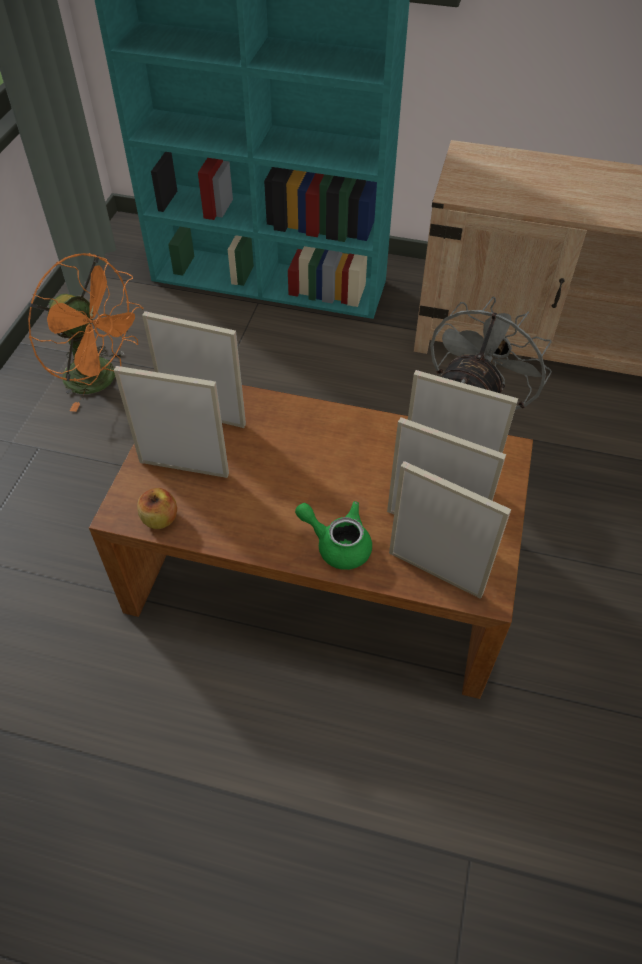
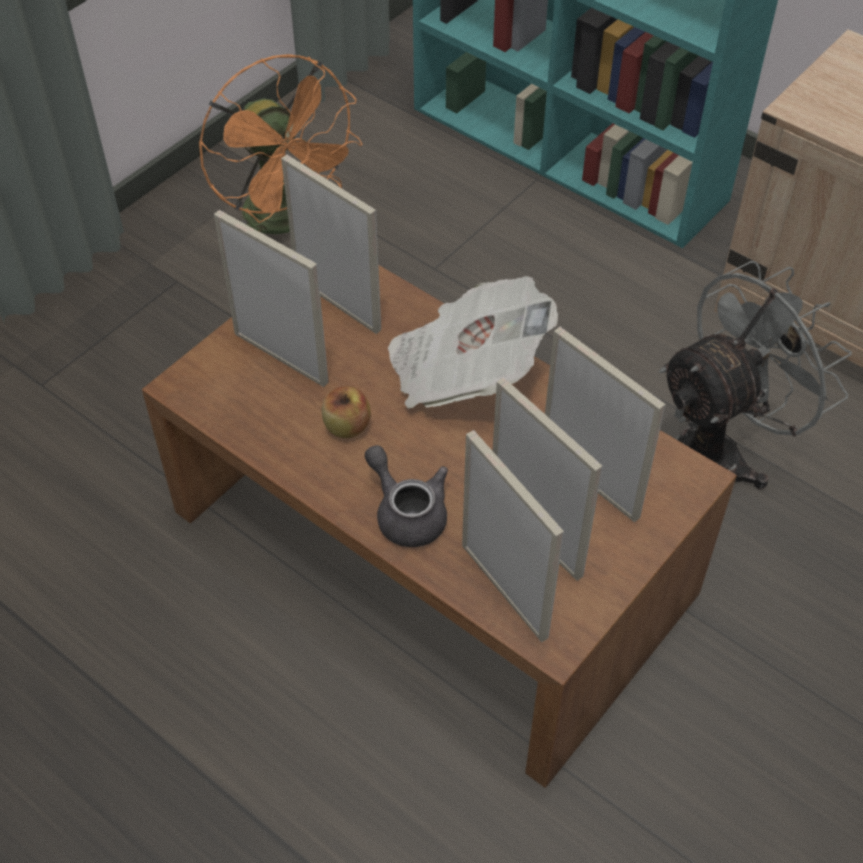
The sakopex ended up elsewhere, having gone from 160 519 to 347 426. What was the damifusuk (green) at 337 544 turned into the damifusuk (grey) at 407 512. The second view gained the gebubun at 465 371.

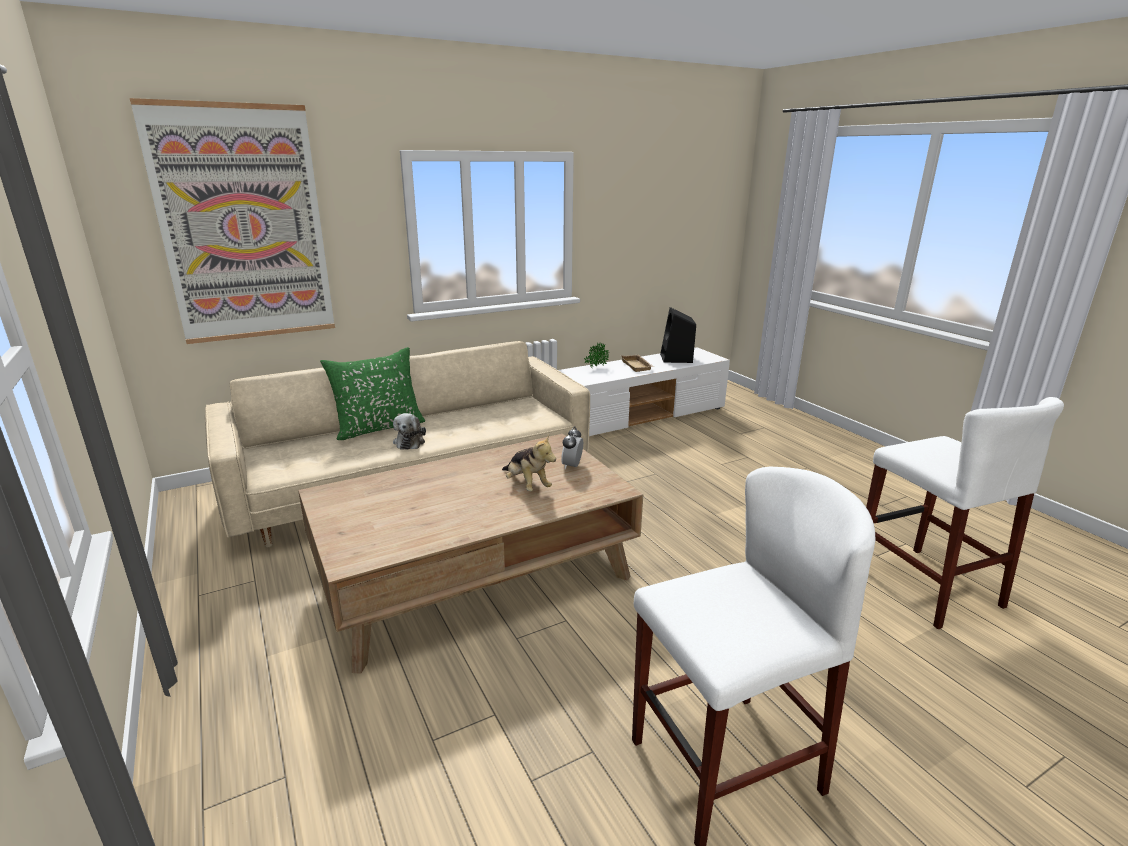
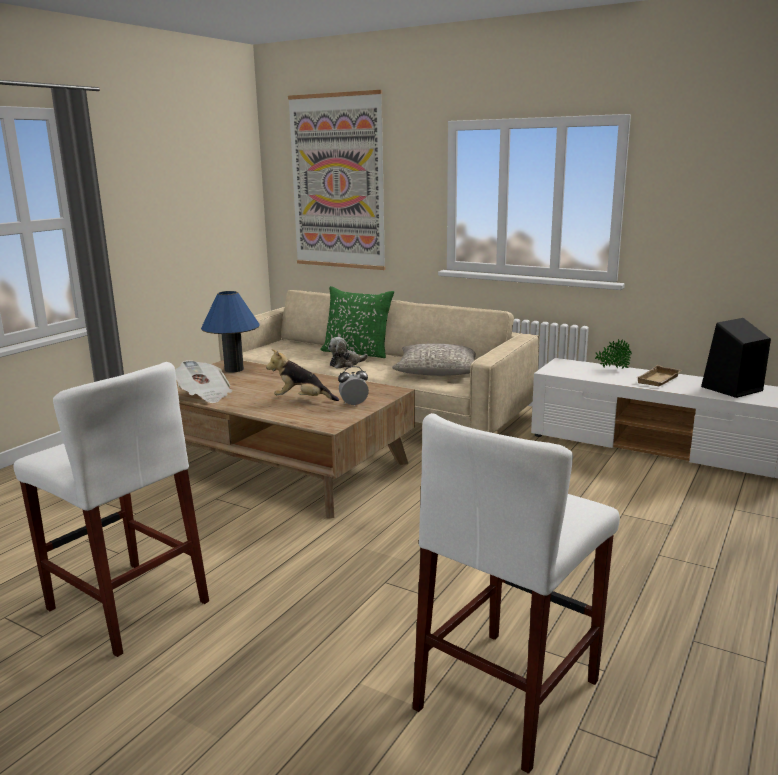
The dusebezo at 527 485 ended up facing another way, 75 degrees clockwise from before. The second view gained the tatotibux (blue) at 234 369. The second view gained the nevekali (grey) at 438 371. The second view gained the gebubun at 204 395.

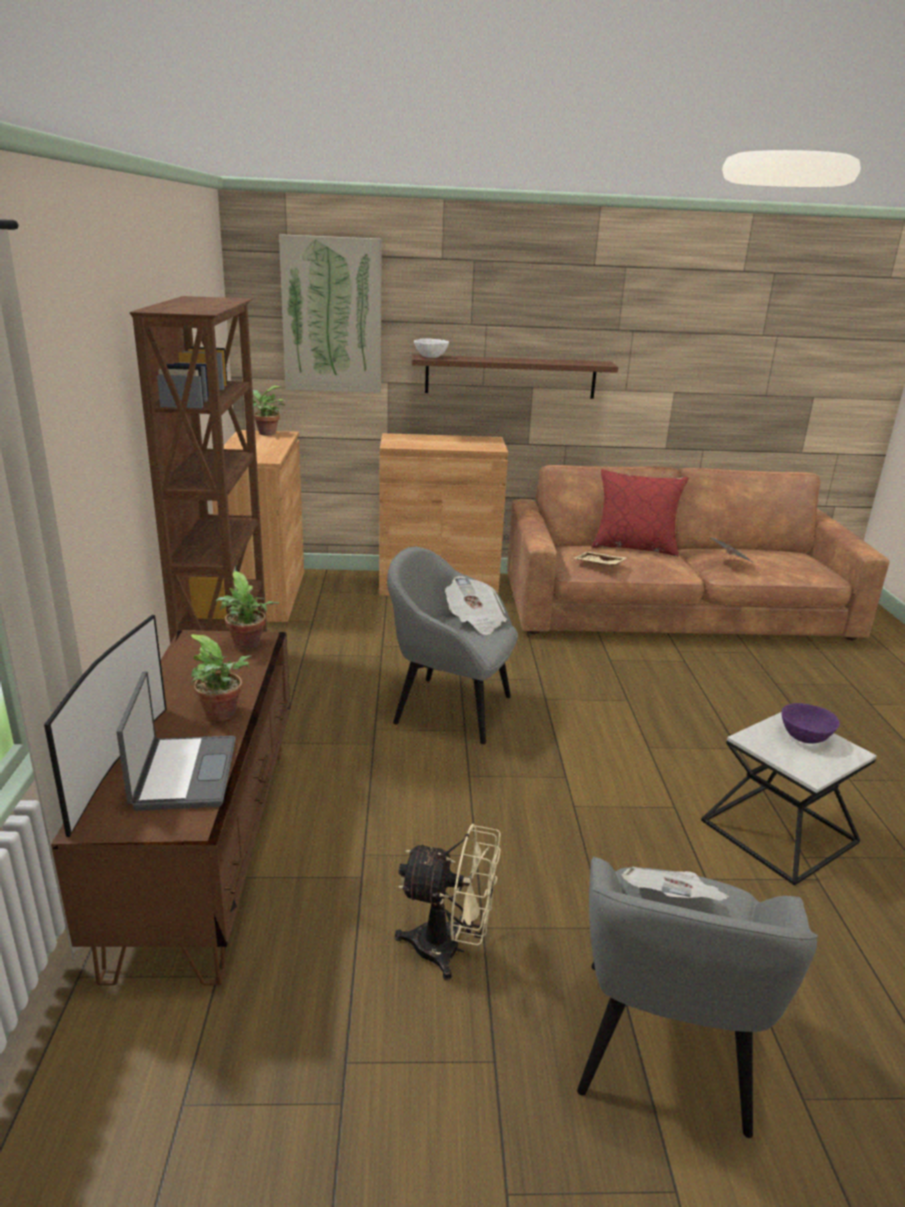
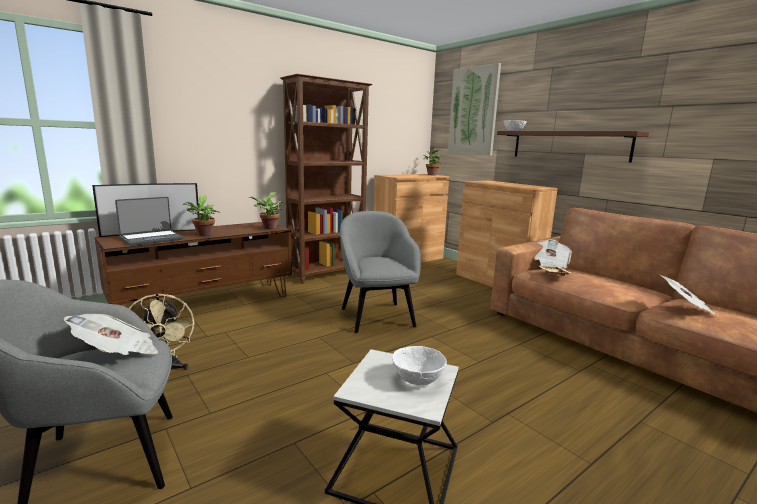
The second view lost the nevekali (red) at 634 547. The gebubun ended up elsewhere, having gone from 475 621 to 550 265. What was the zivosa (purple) at 804 737 turned into the zivosa (white) at 417 379.

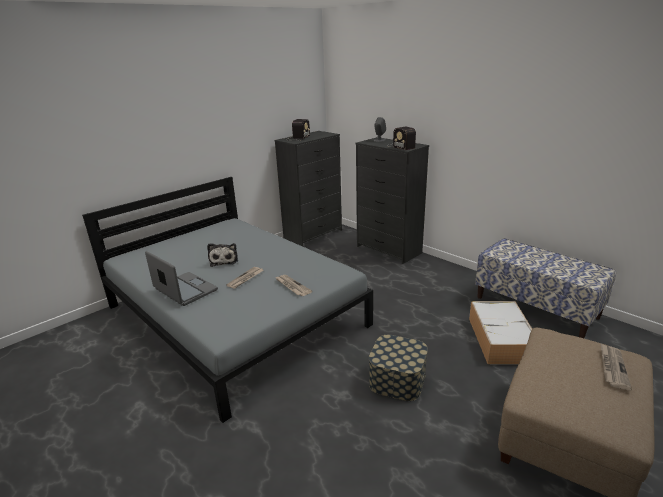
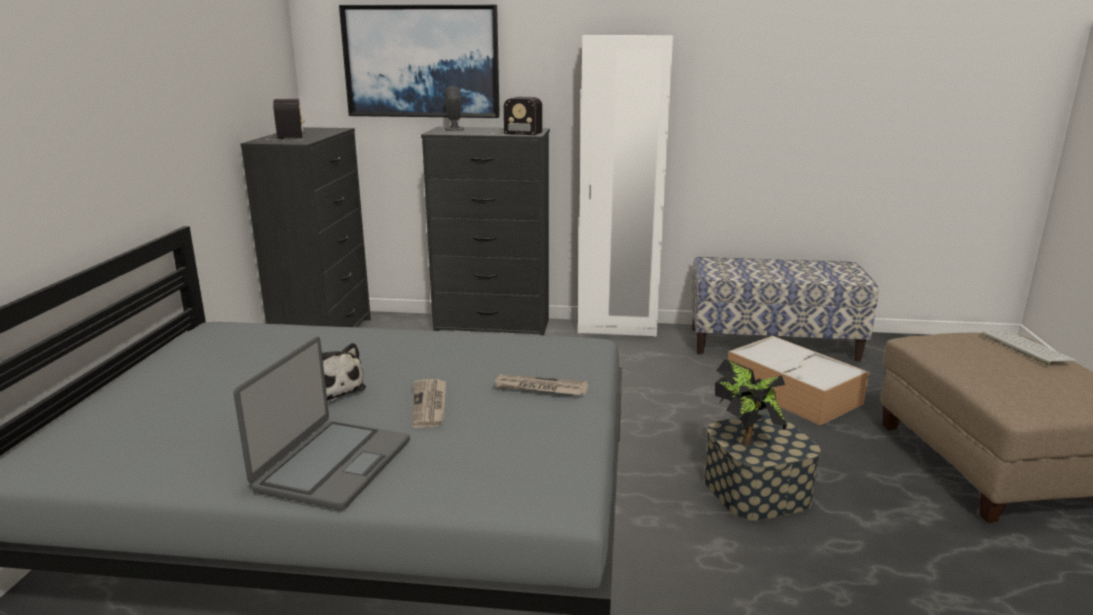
The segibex at 185 290 ended up facing another way, 105 degrees clockwise from before. Where the gebubun stood at 612 367, the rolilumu came to stand at 1025 347. The second view gained the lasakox at 422 61. The second view gained the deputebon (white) at 617 329. The second view gained the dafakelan at 747 438.

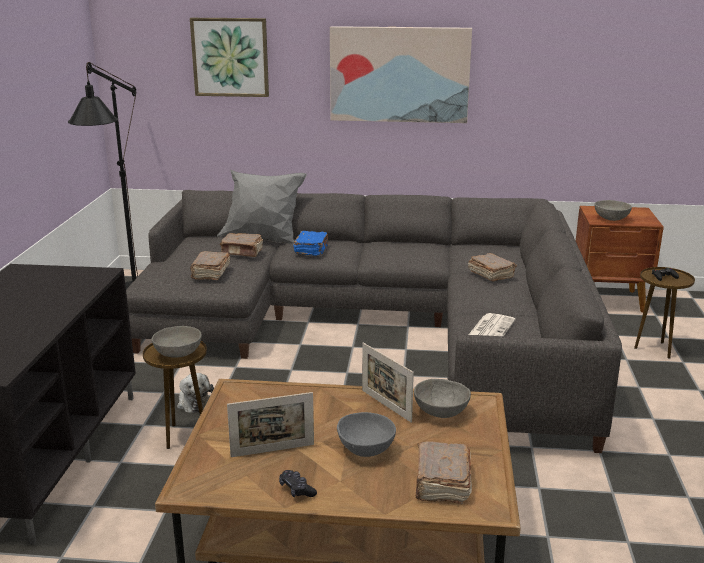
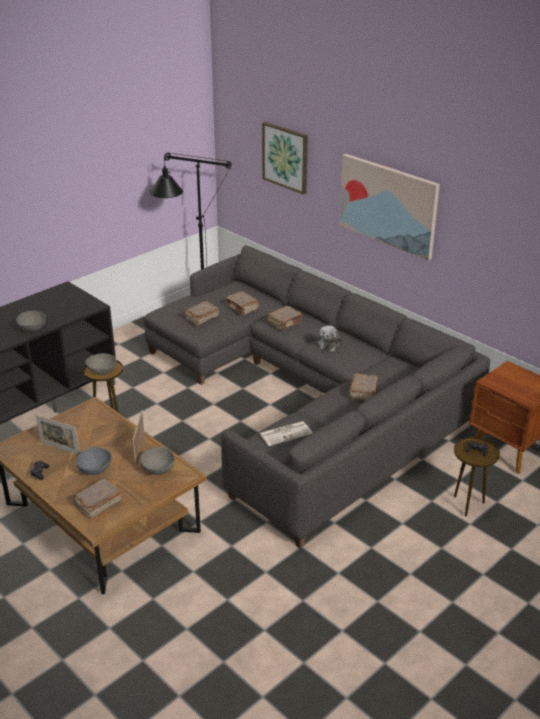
The second view lost the nevekali (grey) at 263 240. The zivosa (grey) ended up elsewhere, having gone from 611 219 to 32 329. What was the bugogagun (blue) at 311 250 turned into the bugogagun (brown) at 285 323. The dusebezo ended up elsewhere, having gone from 193 402 to 329 344.

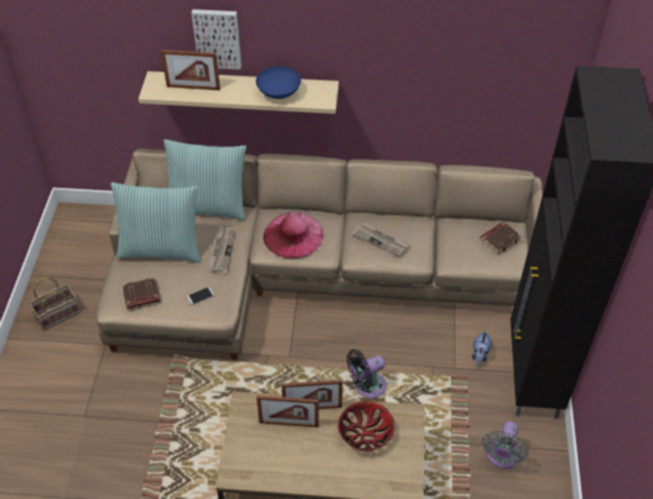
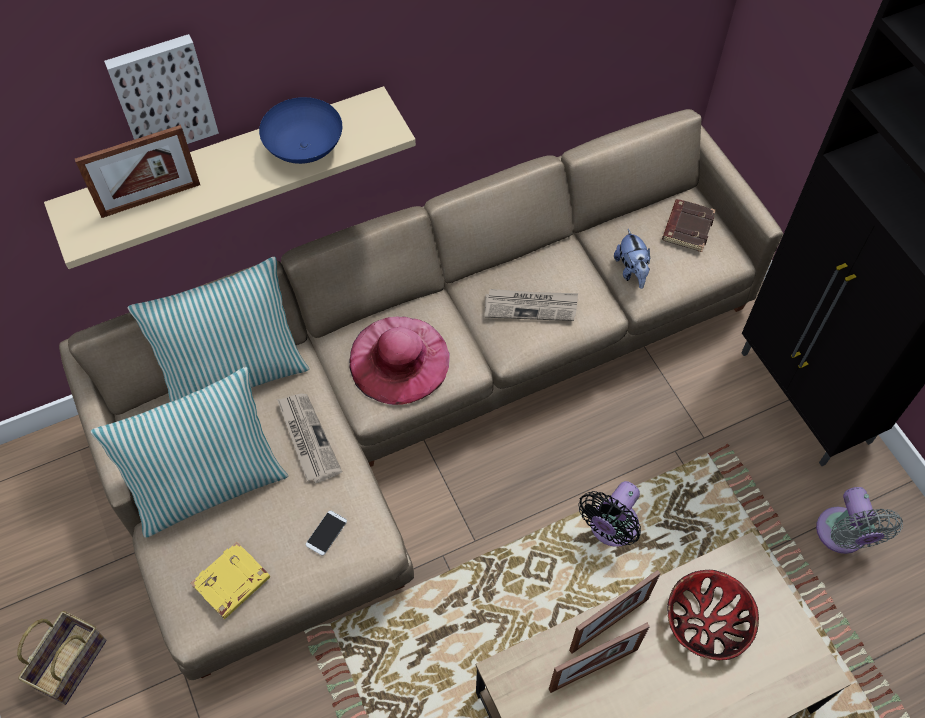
What was the bugogagun (brown) at 141 296 turned into the bugogagun (yellow) at 232 583. The dusebezo ended up elsewhere, having gone from 479 355 to 632 271.

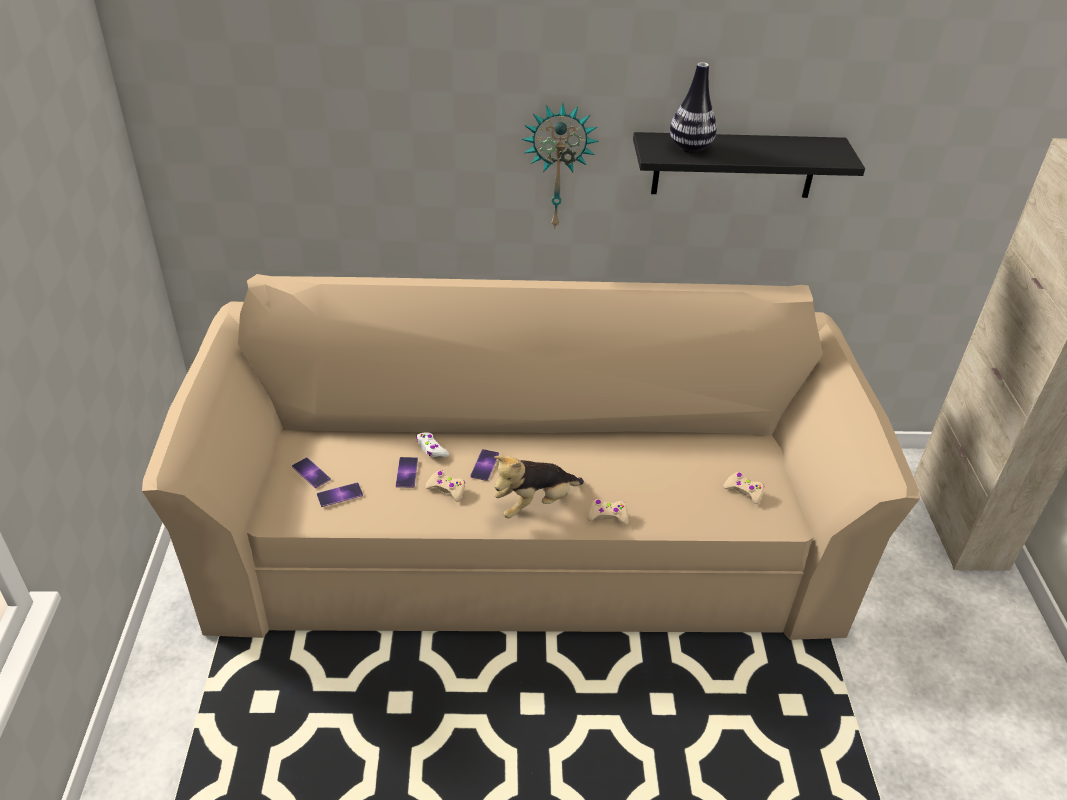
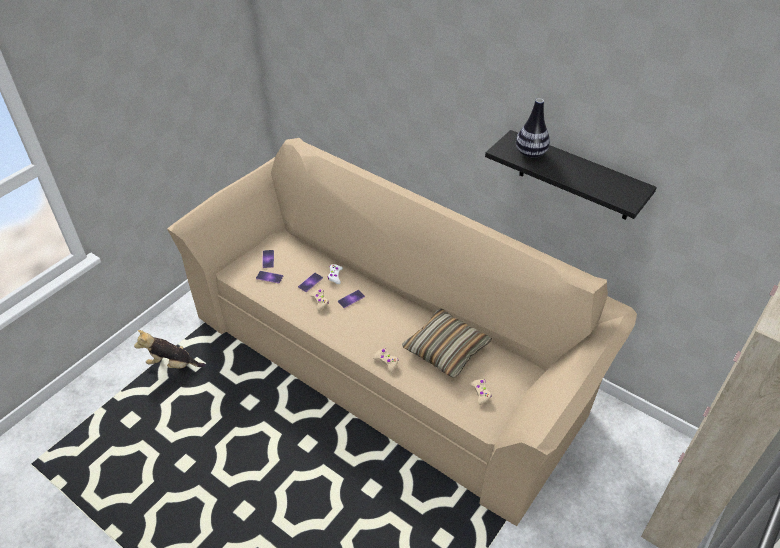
The second view lost the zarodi at 558 166. The dusebezo ended up elsewhere, having gone from 535 503 to 173 364. The second view gained the nevekali at 446 349.

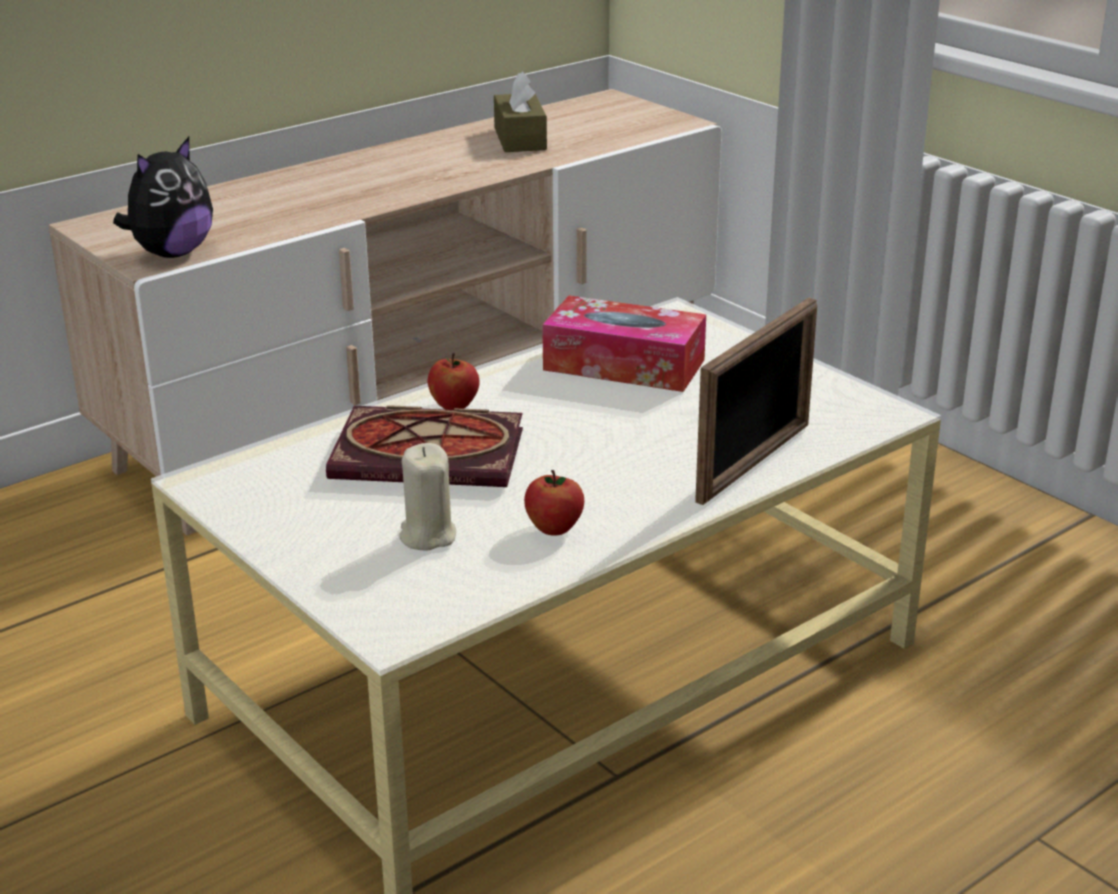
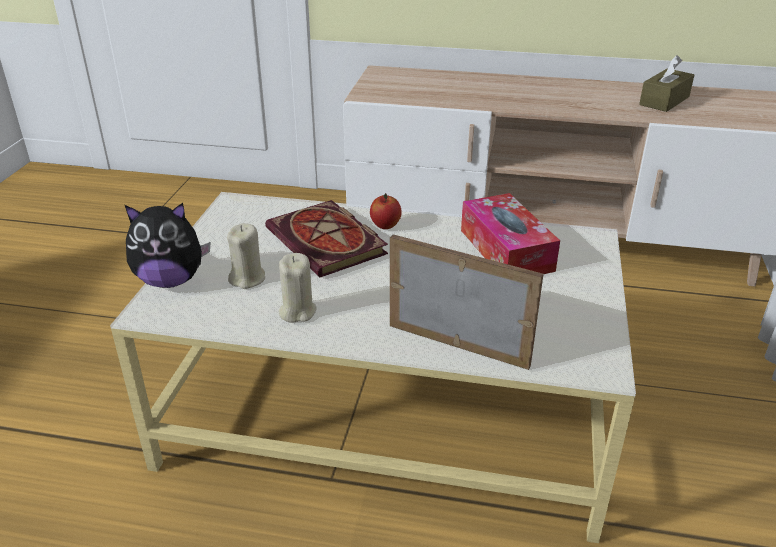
The dusebezo ended up elsewhere, having gone from 171 253 to 171 280. The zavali at 754 463 ended up facing another way, 150 degrees counterclockwise from before. Where the sakopex stood at 554 529, the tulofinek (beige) came to stand at 297 311.

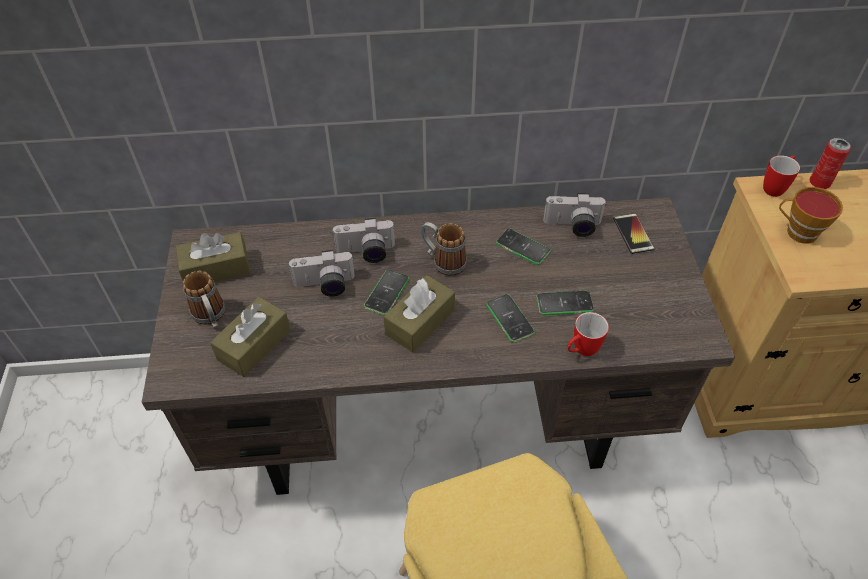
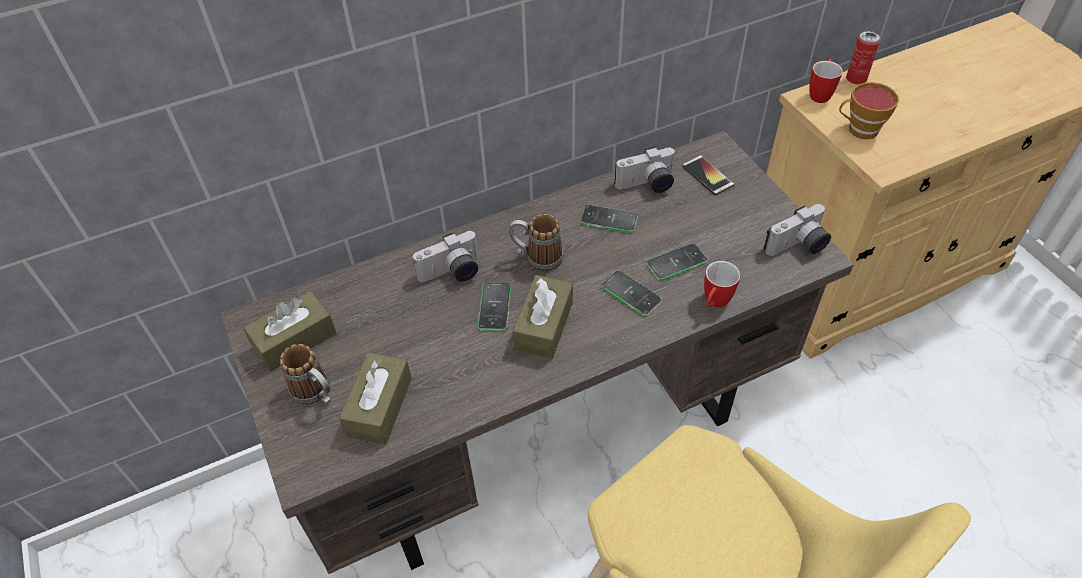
The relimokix ended up elsewhere, having gone from 325 286 to 798 246.

